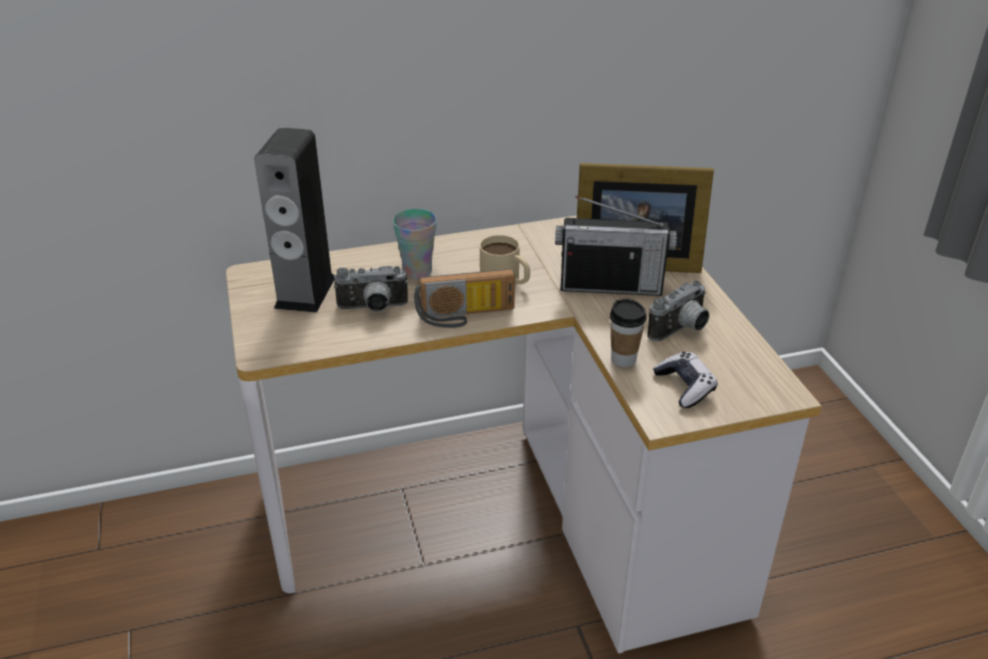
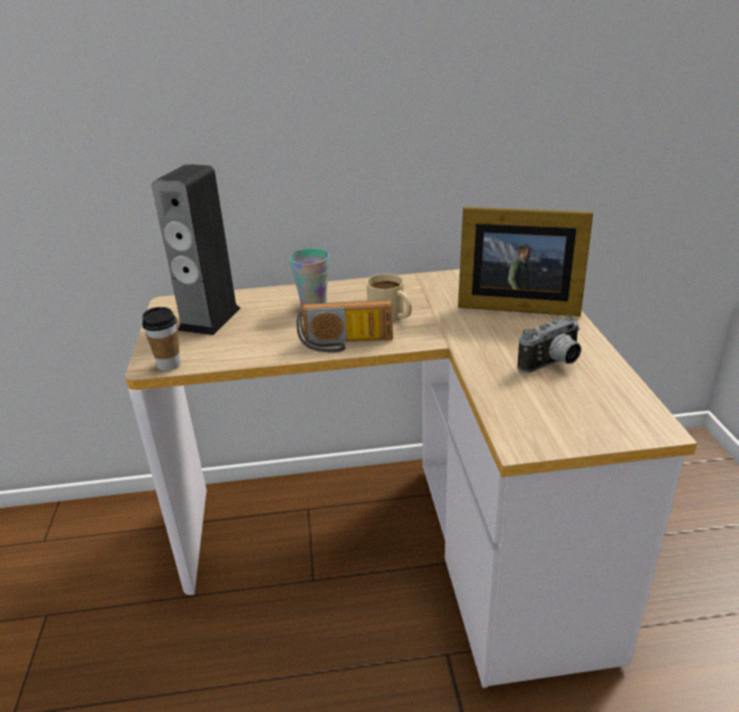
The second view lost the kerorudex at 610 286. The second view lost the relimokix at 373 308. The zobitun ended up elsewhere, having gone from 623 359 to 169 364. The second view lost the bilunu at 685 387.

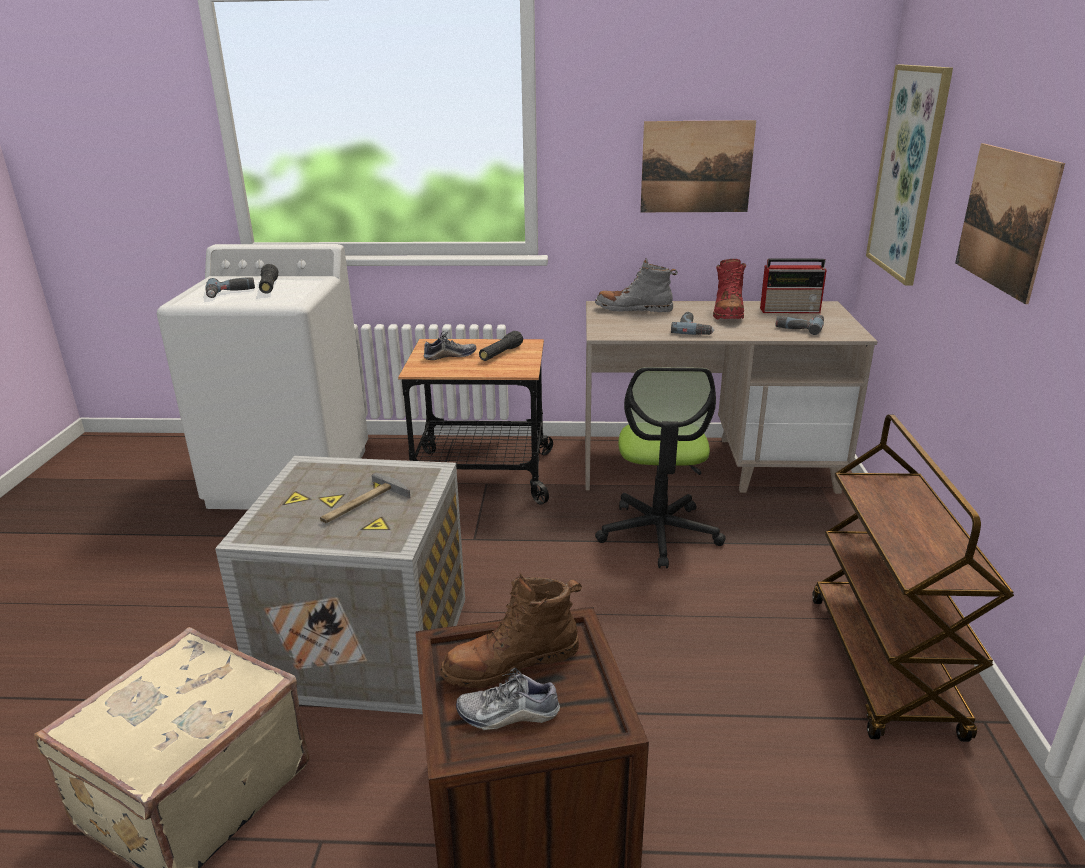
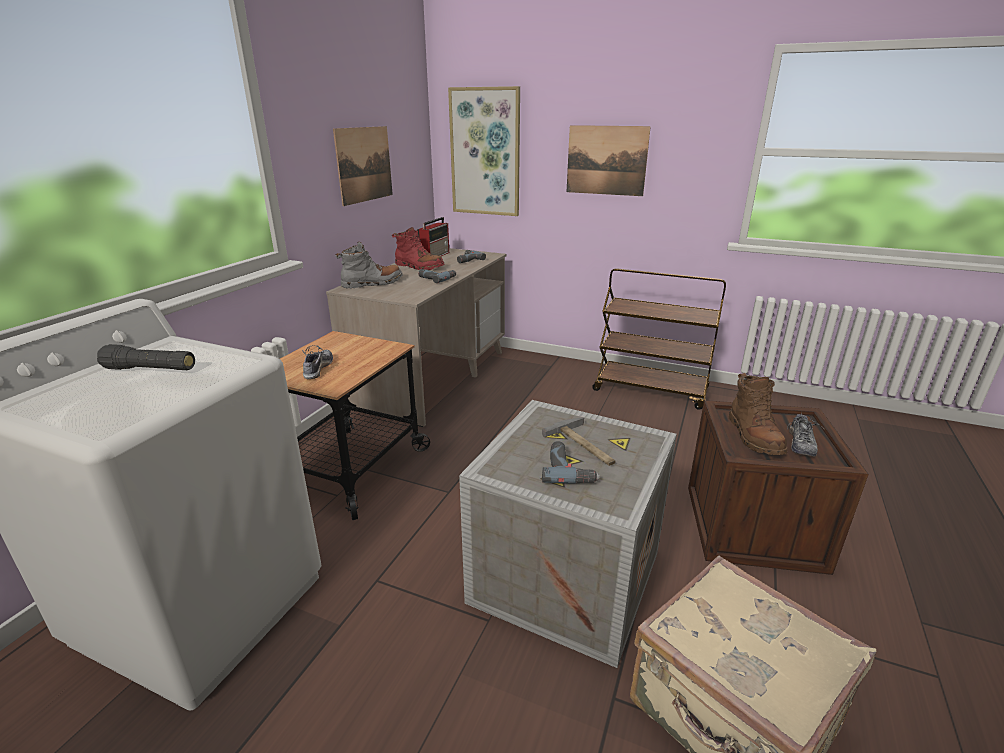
The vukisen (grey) at 634 309 ended up facing another way, 150 degrees counterclockwise from before. The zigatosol ended up elsewhere, having gone from 230 293 to 569 469. The second view lost the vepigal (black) at 501 354. The second view lost the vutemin at 659 533.

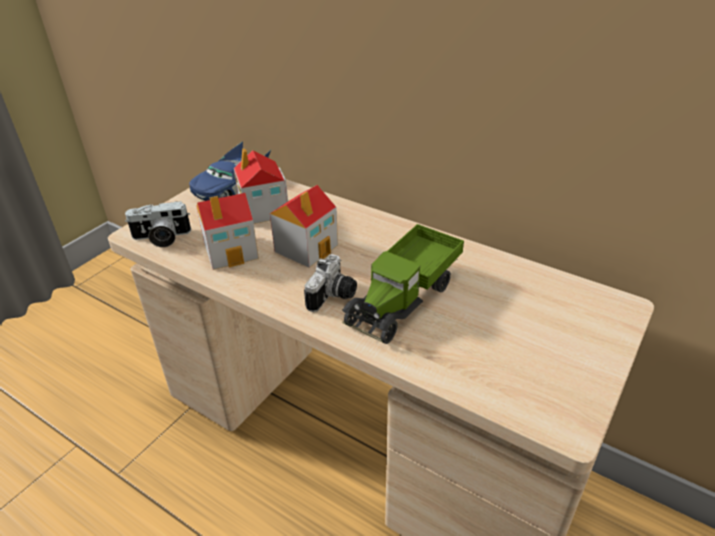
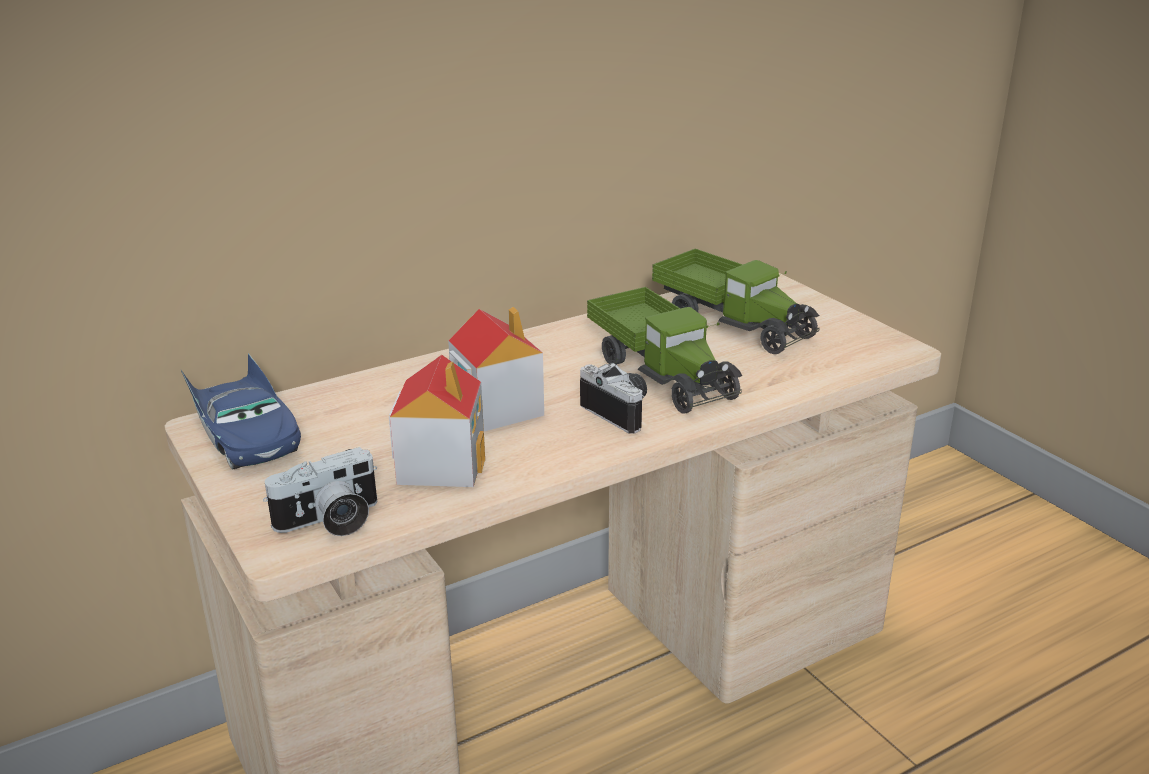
The second view lost the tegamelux at 263 211. The relimokix at 161 238 ended up facing another way, 45 degrees clockwise from before. The second view gained the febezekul at 732 323.

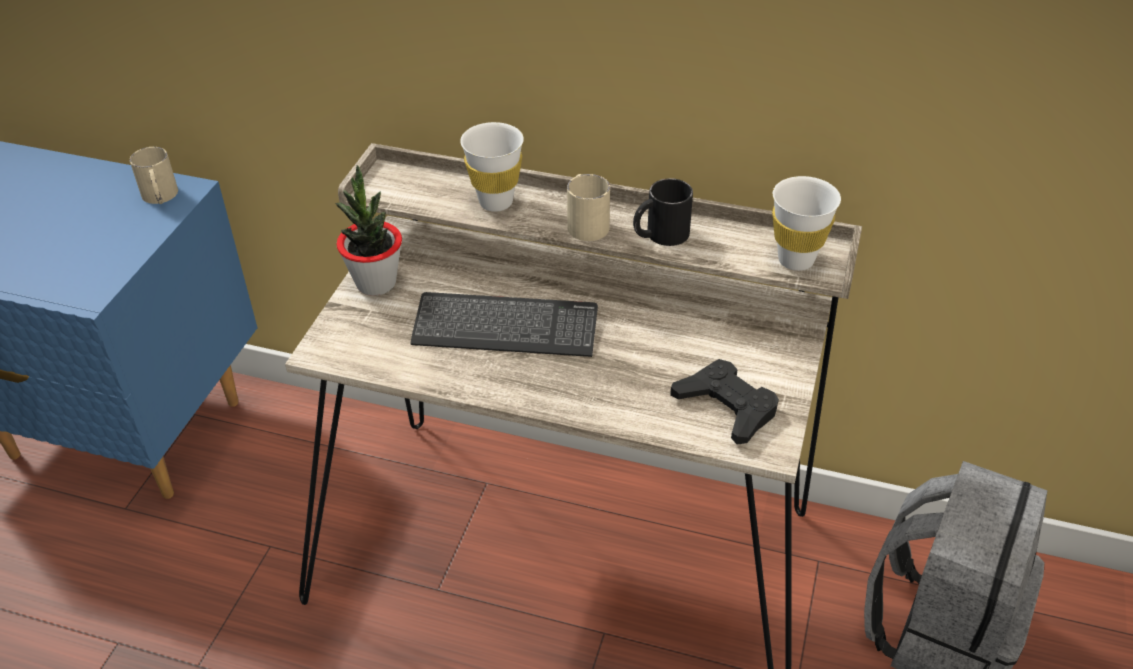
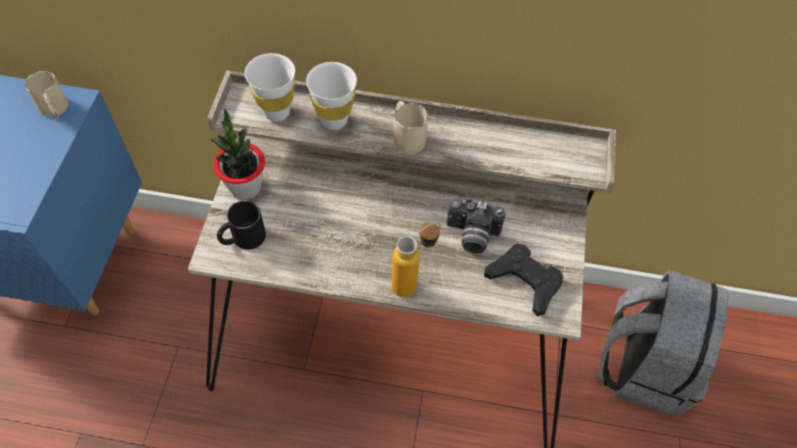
The zobitun (white) ended up elsewhere, having gone from 796 260 to 276 112. The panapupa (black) ended up elsewhere, having gone from 660 235 to 242 238. The second view lost the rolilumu at 505 328. The second view gained the relimokix at 471 236. The second view gained the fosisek at 413 282.

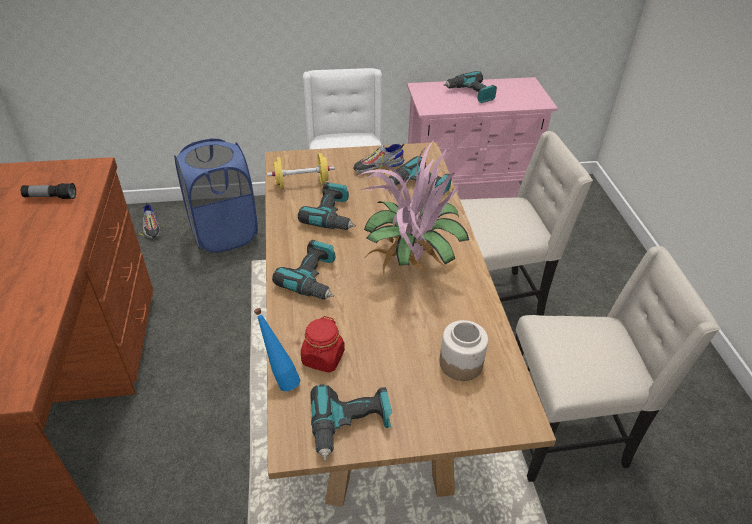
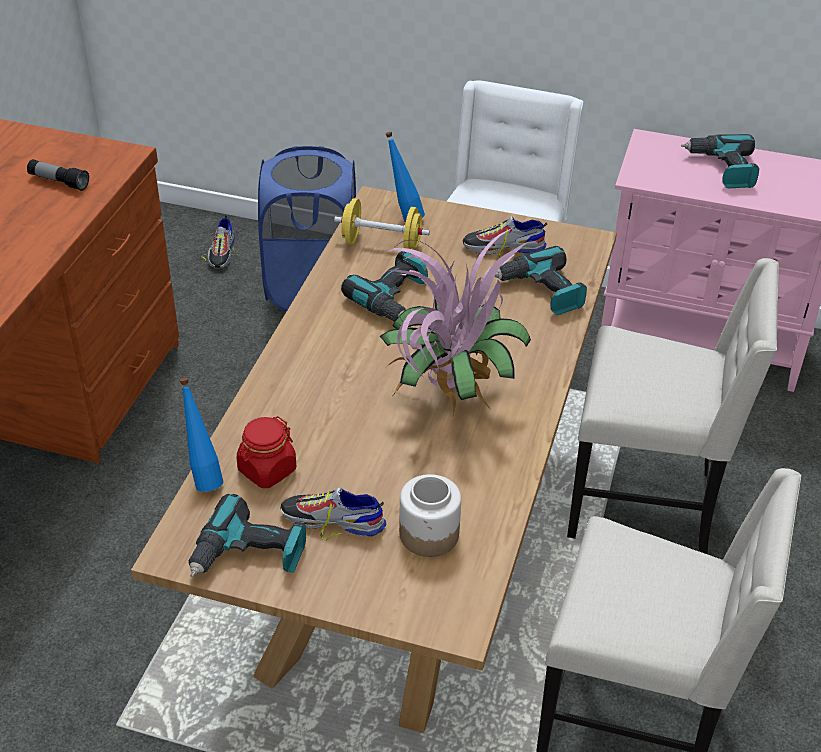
The second view lost the zigatosol at 314 279. The second view gained the fosisek (blue) at 404 215. The second view gained the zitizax at 332 520.

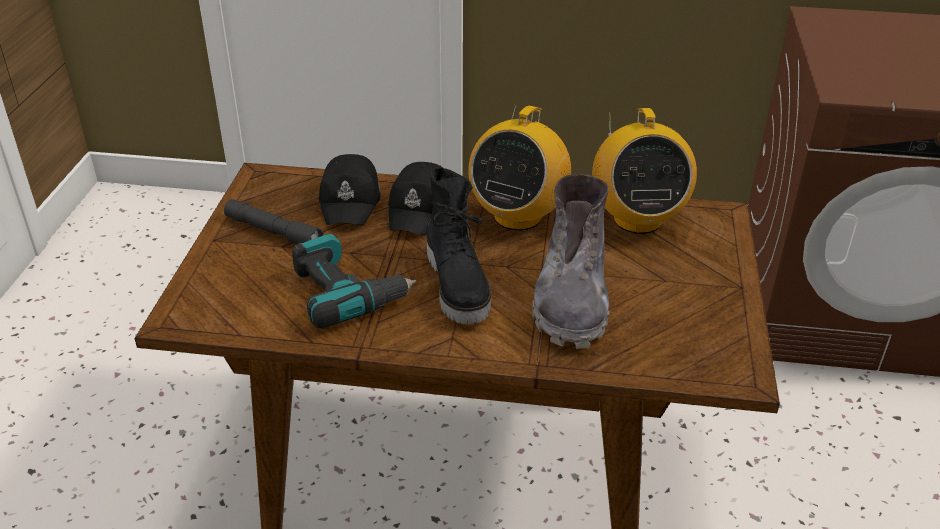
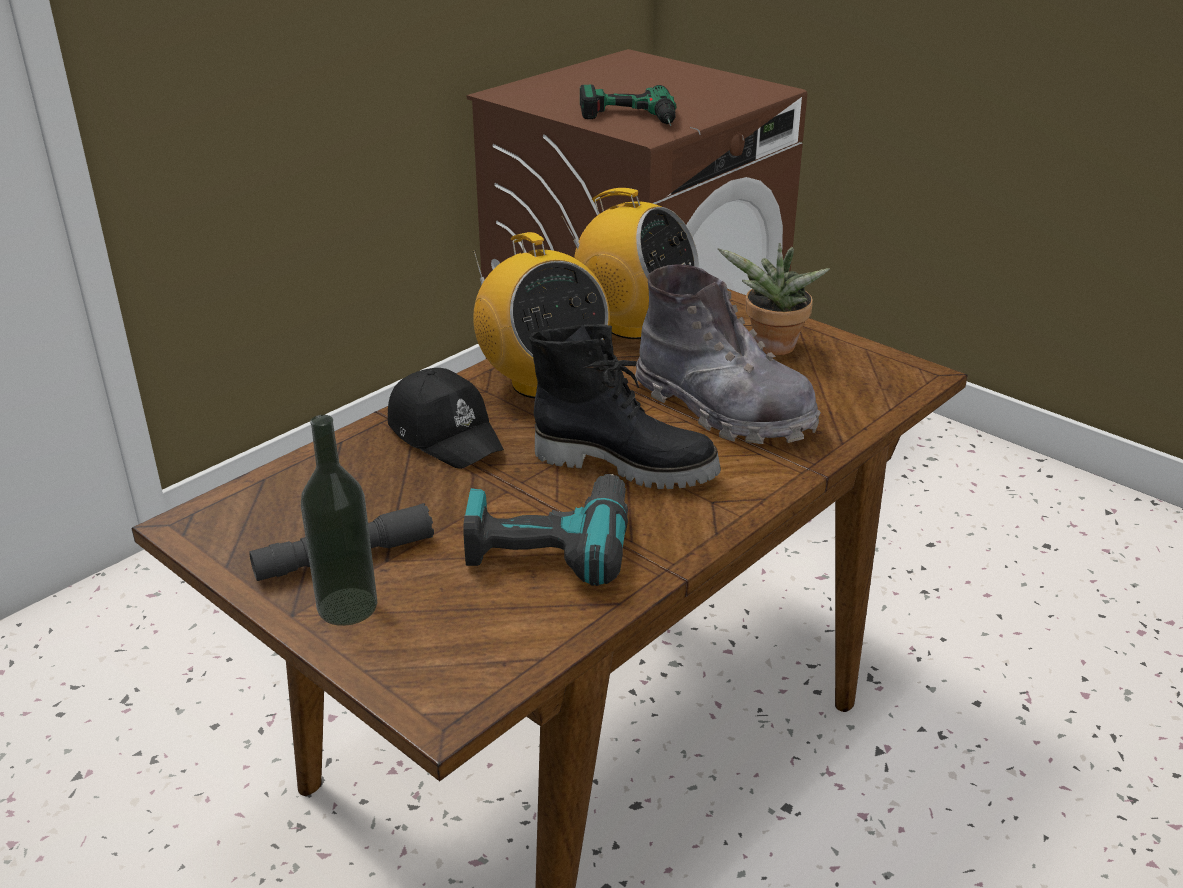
The second view lost the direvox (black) at 351 201. The second view gained the zigatosol at 629 120. The second view gained the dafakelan at 771 349. The second view gained the fosisek at 347 606.

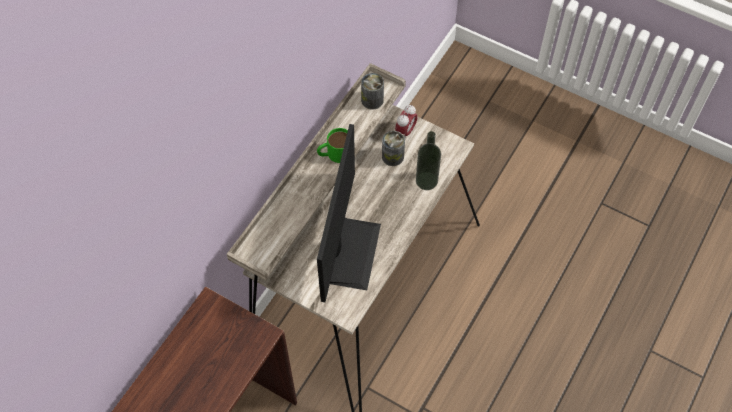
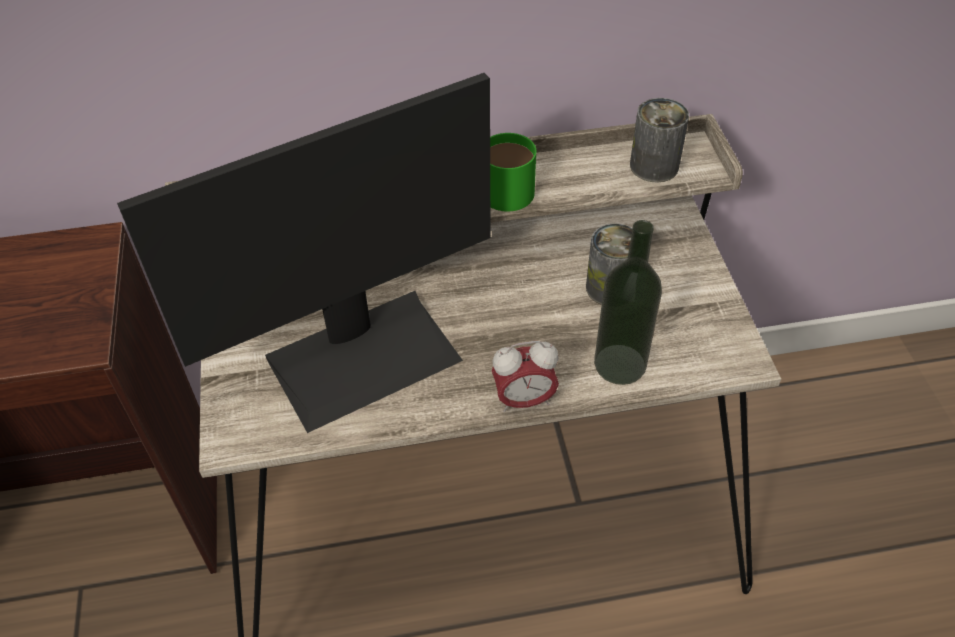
The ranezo ended up elsewhere, having gone from 405 131 to 524 400.

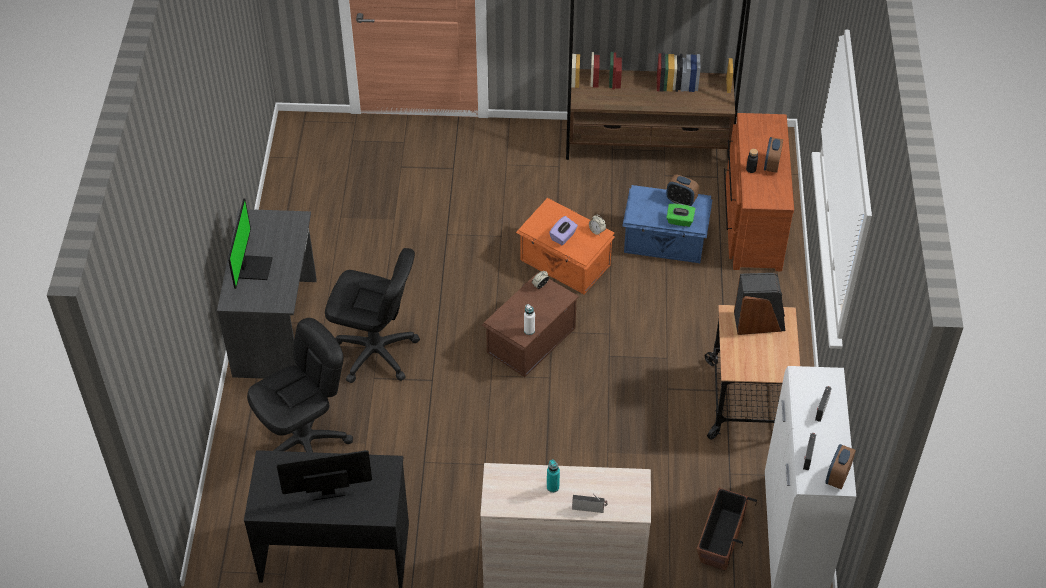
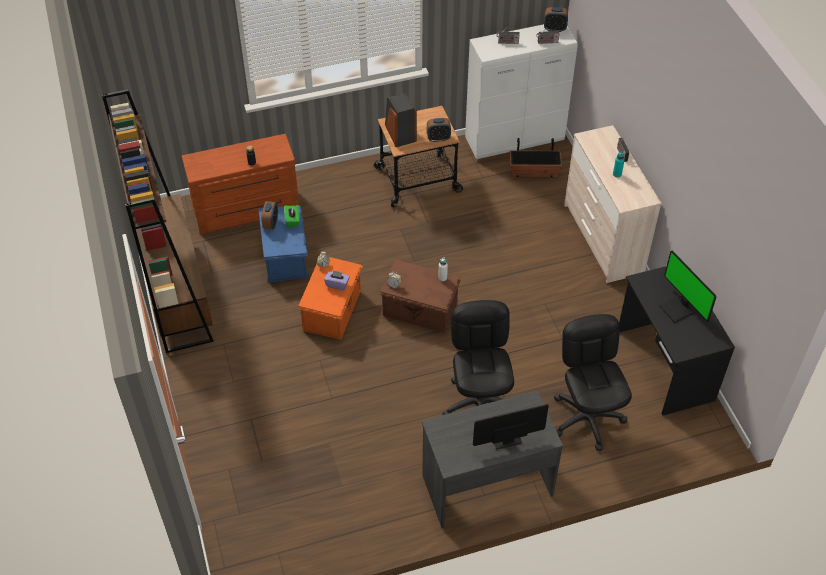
The ranezo ended up elsewhere, having gone from 771 165 to 438 138. The vutemin (black) at 305 443 ended up facing another way, 45 degrees clockwise from before.

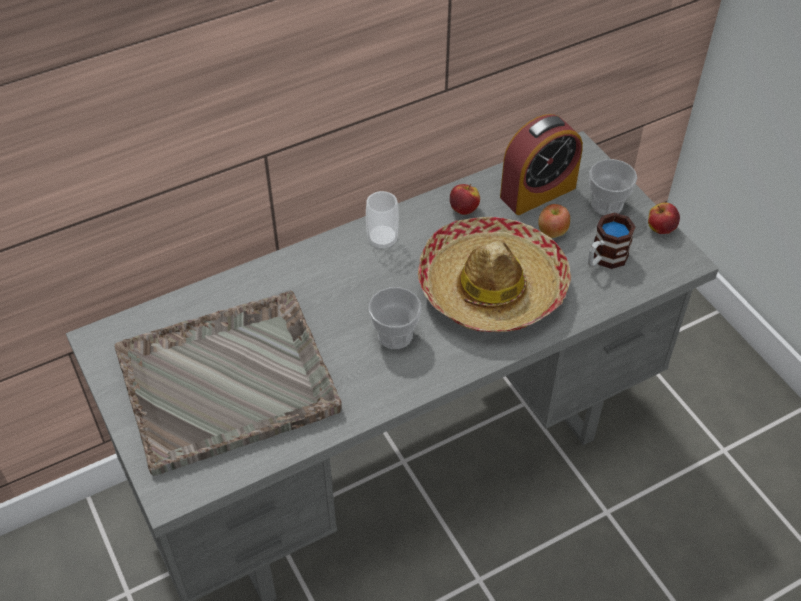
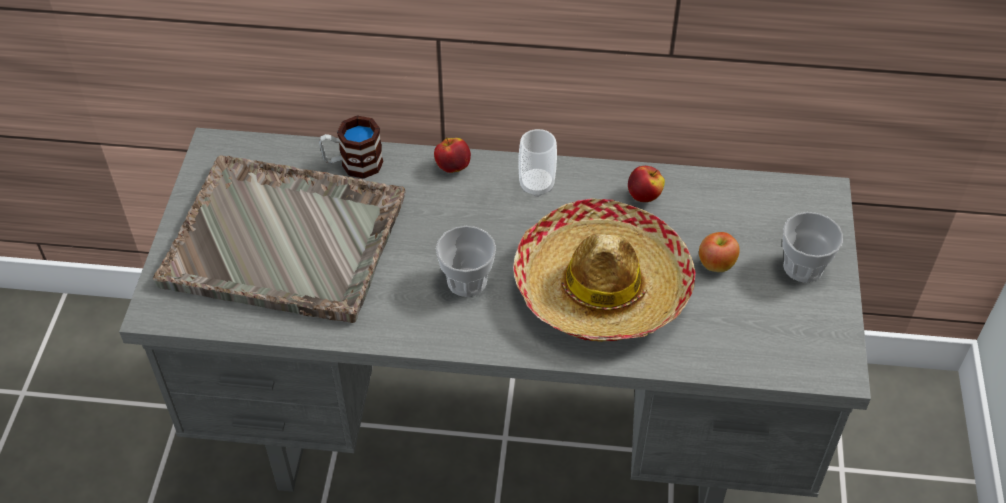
The second view lost the ranezo at 538 192. The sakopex ended up elsewhere, having gone from 660 229 to 452 167. The panapupa ended up elsewhere, having gone from 604 259 to 353 164.

